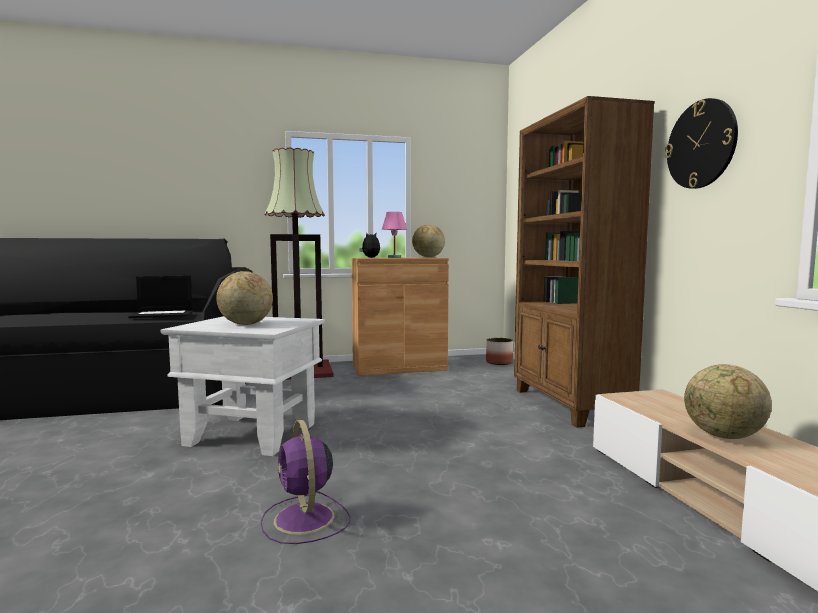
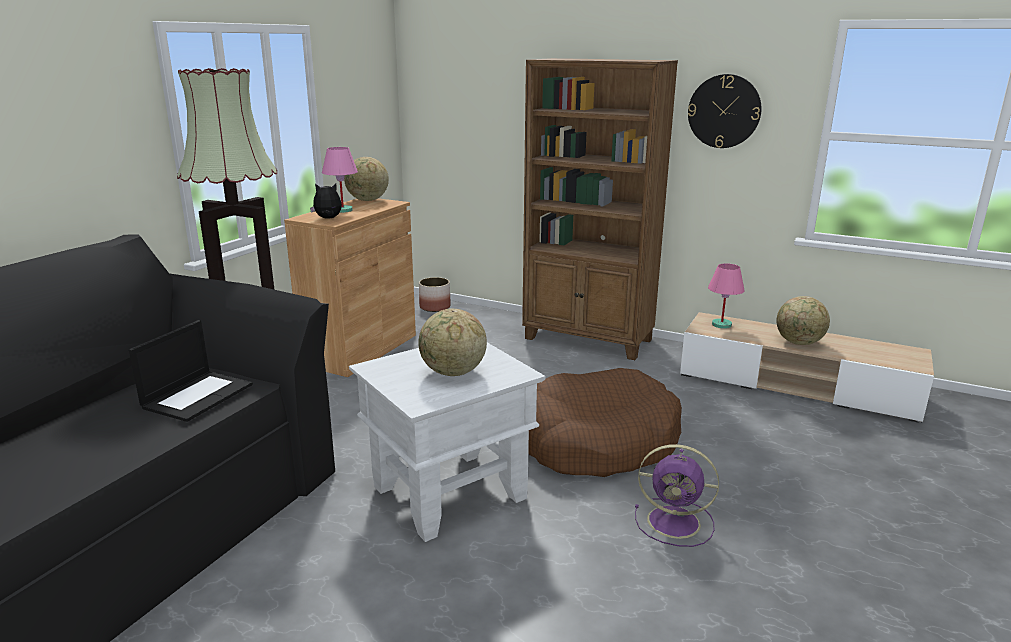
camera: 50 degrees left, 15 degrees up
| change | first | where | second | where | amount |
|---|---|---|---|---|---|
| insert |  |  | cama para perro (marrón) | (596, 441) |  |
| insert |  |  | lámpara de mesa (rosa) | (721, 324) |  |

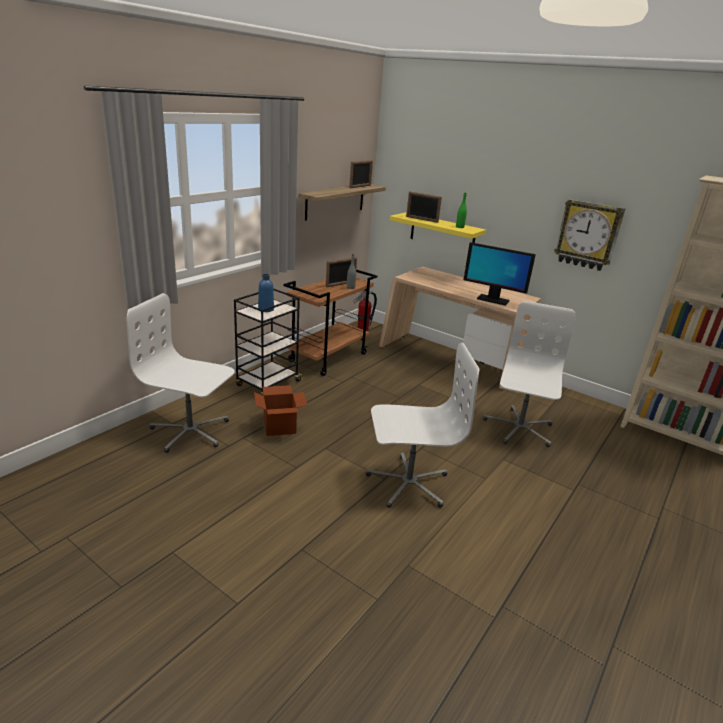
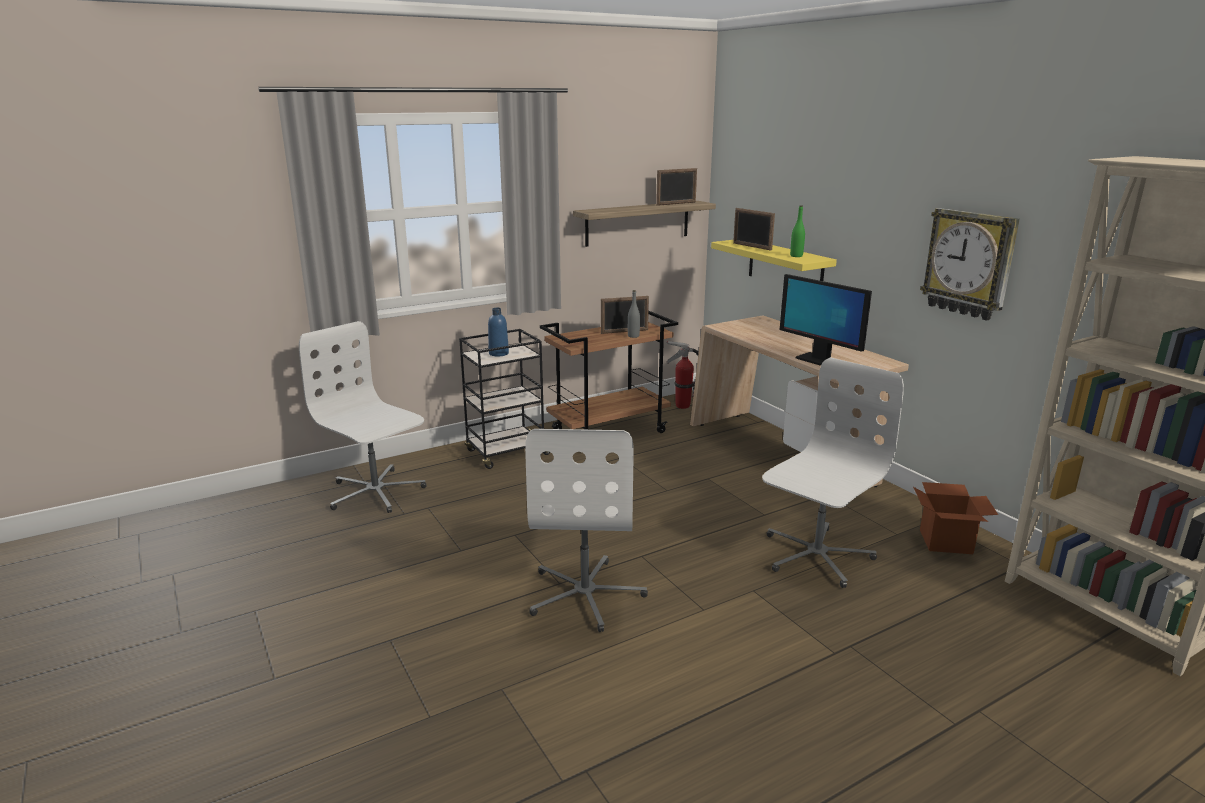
camera: 25 degrees right, 5 degrees down
| change | first | where | second | where | amount |
|---|---|---|---|---|---|
| move | caja de cartón | (279, 427) |  | (945, 542) |  |
| rotate | silla de oficina (blanco) | (408, 483) |  | (586, 594) | 75 degrees clockwise |

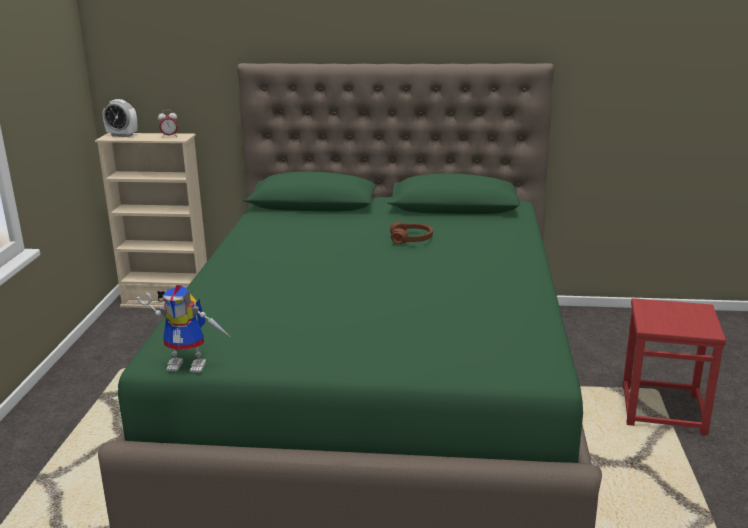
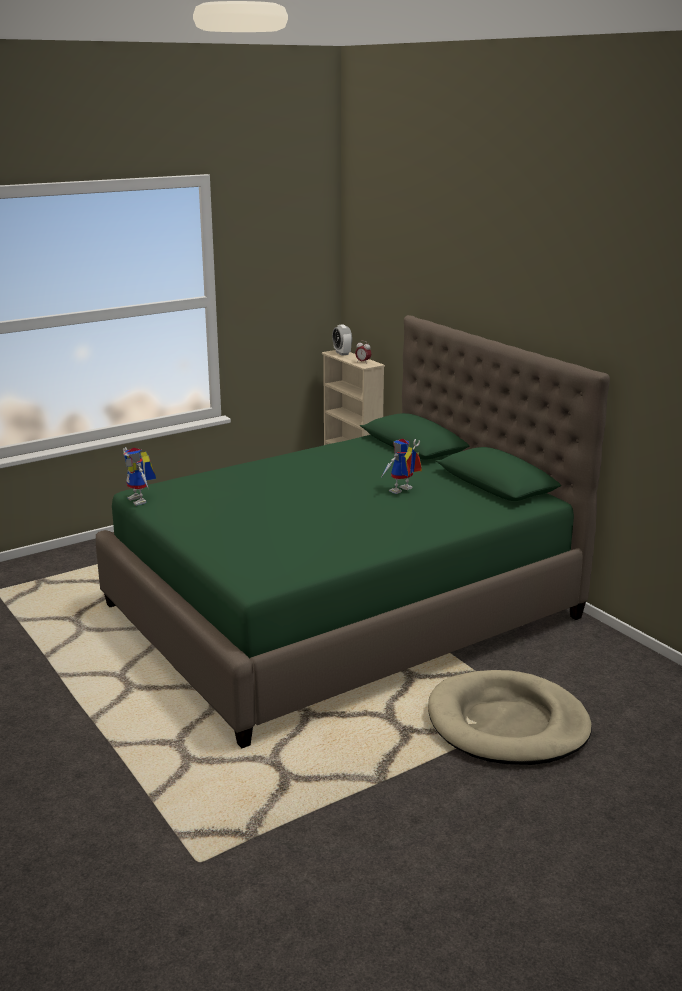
camera: 50 degrees right, 0 degrees up
| change | first | where | second | where | amount |
|---|---|---|---|---|---|
| replace | auriculares (marrón) | (411, 239) | robot de juguete | (402, 491) |  |
| replace | taburete (rojo) | (663, 409) | cama para perro (beis) | (507, 724) |  |

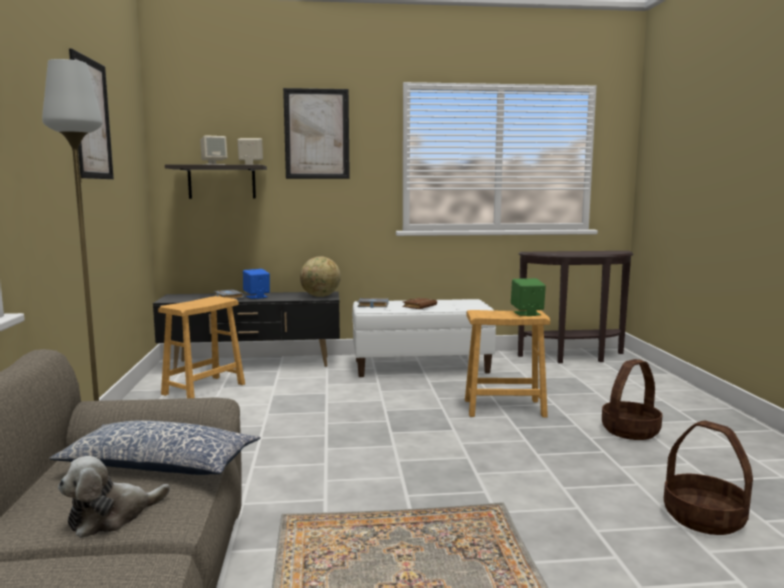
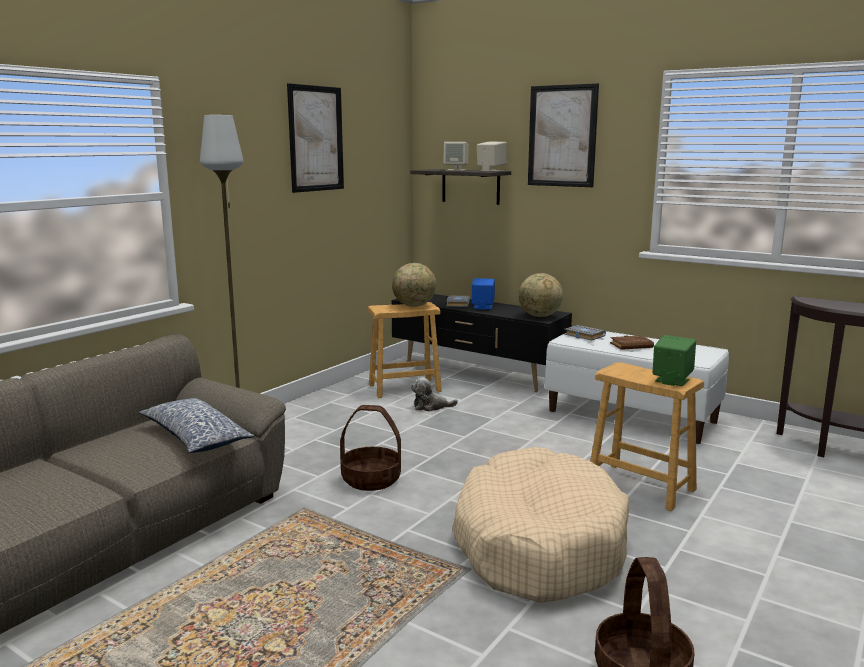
camera: 40 degrees right, 5 degrees up
| change | first | where | second | where | amount |
|---|---|---|---|---|---|
| move | peluche | (112, 517) |  | (431, 406) |  |
| move | cesta | (630, 431) |  | (371, 479) |  |
| insert |  |  | globo terráqueo | (414, 306) |  |
| insert |  |  | cama para perro (beis) | (538, 544) |  |

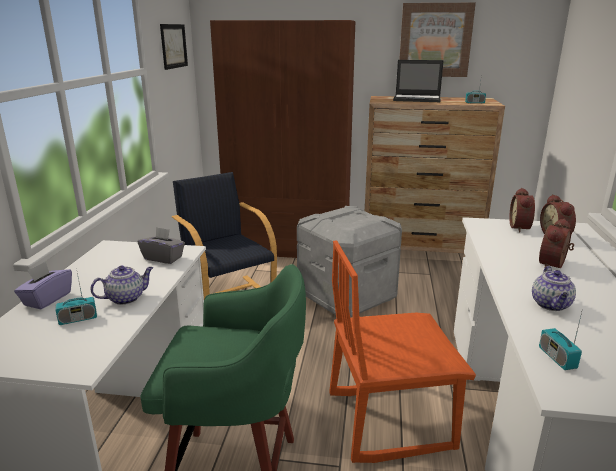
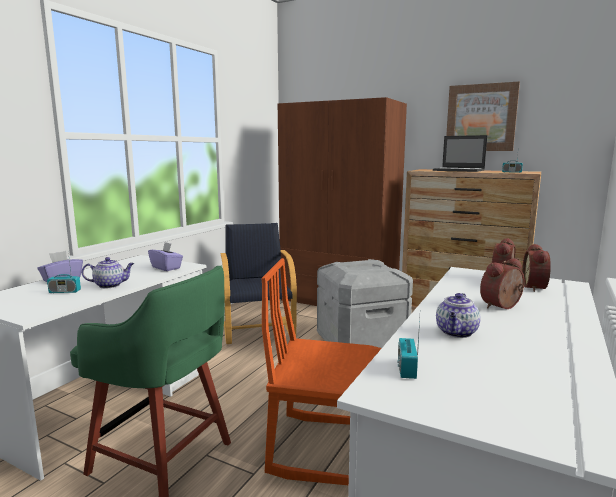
camera: 20 degrees right, 10 degrees down
| change | first | where | second | where | amount |
|---|---|---|---|---|---|
| recolor | caja de pañuelos (gris) | (163, 258) | caja de pañuelos (morado) | (166, 268) |  |
| delete | cuadro | (173, 46) |  |  |  |

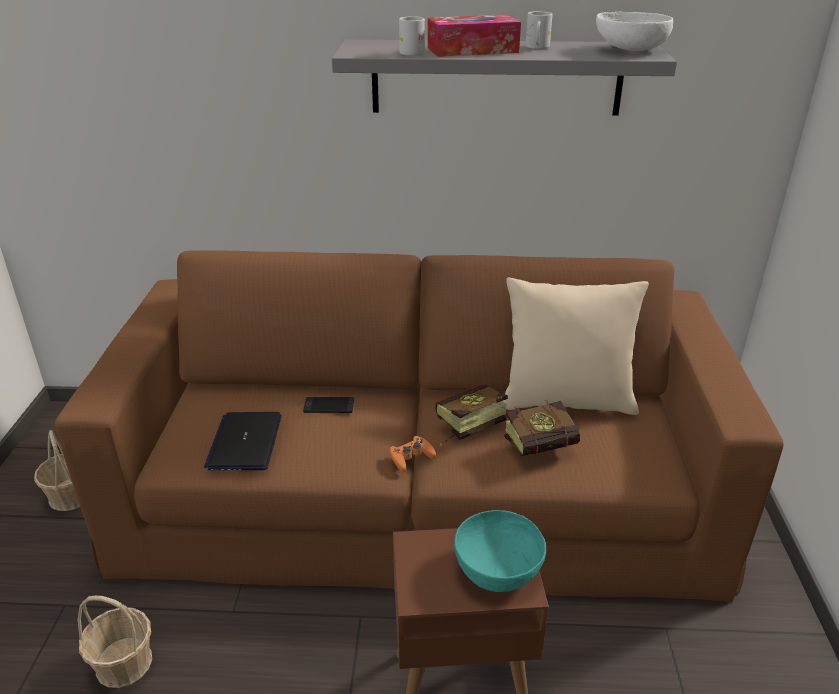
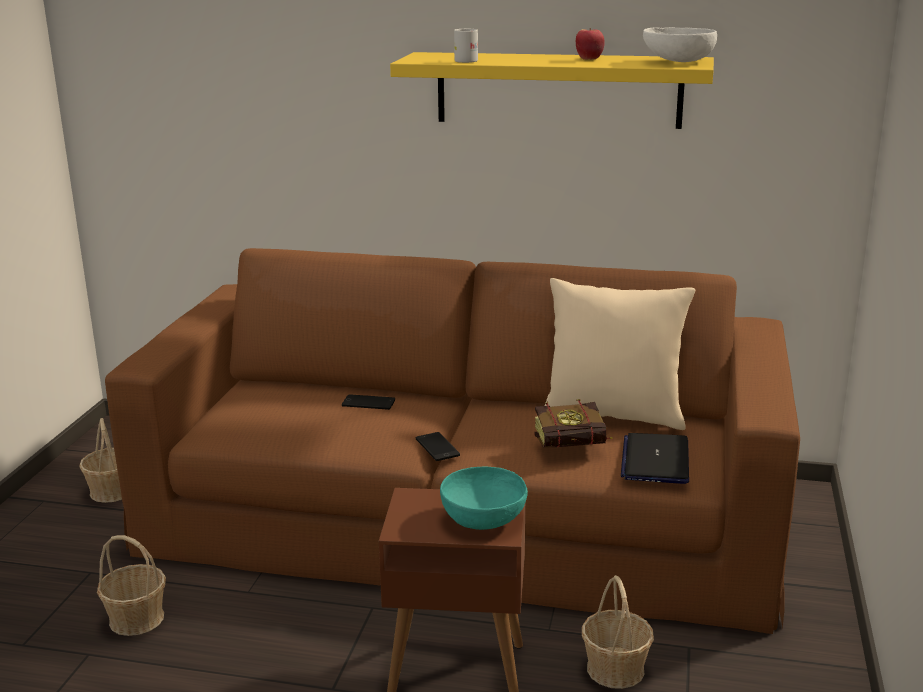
camera: 10 degrees right, 10 degrees down
| change | first | where | second | where | amount |
|---|---|---|---|---|---|
| move | portátil | (245, 442) |  | (655, 460) |  |
| recolor | estante (gris) | (496, 77) | estante (amarillo) | (558, 90) |  |
| replace | mando de consola (naranja) | (411, 457) | móvil | (437, 447) |  |
| delete | caja de pañuelos | (472, 50) |  |  |  |
| delete | libro | (464, 426) |  |  |  |
| replace | taza grande (blanco) | (537, 47) | manzana | (589, 59) |  |
| insert |  |  | cesta | (615, 669) |  |

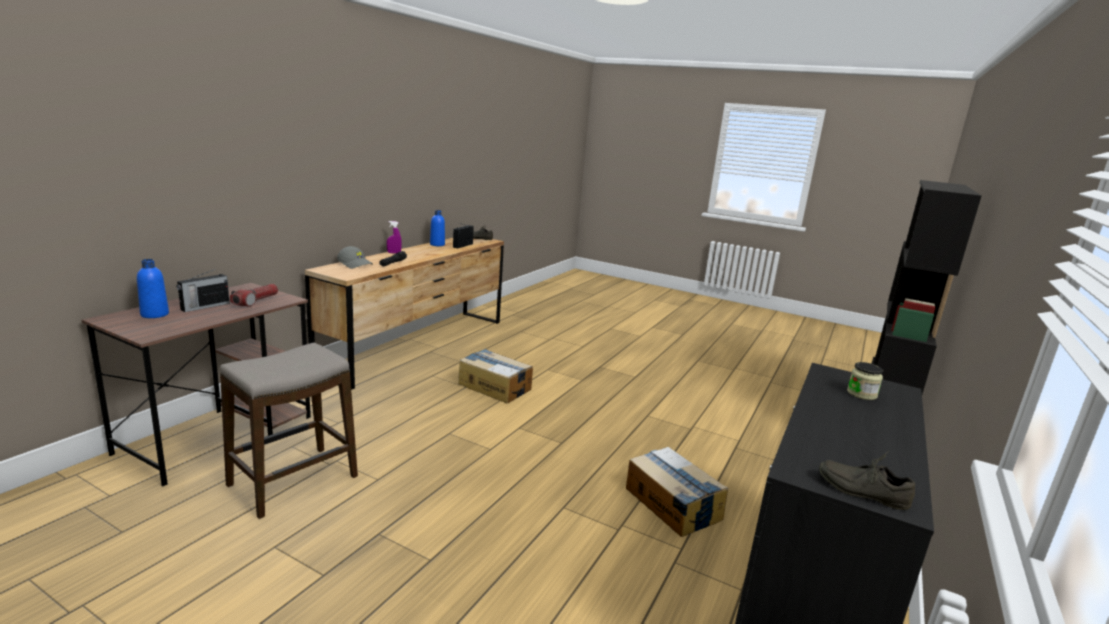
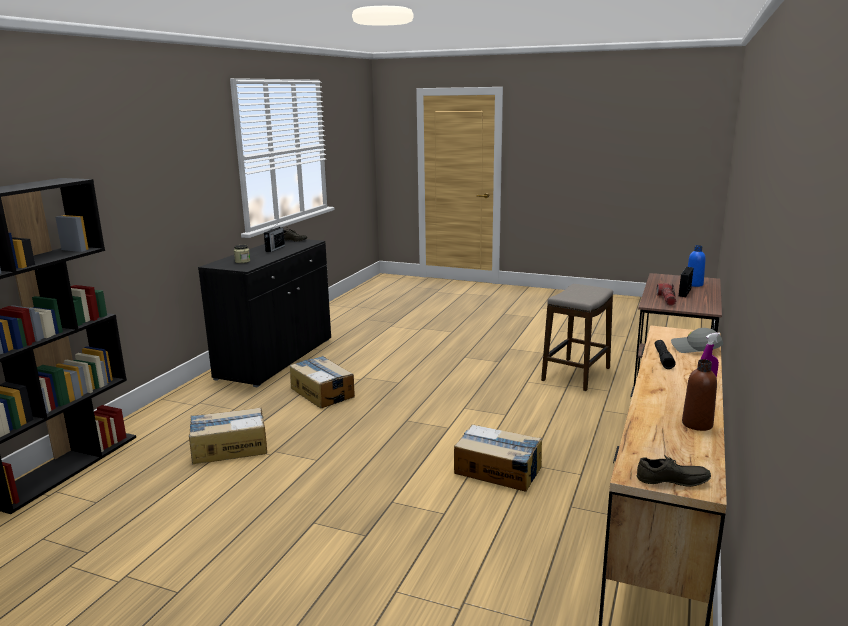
camera: 175 degrees right, 0 degrees up
| change | first | where | second | where | amount |
|---|---|---|---|---|---|
| recolor | botella (azul) | (437, 244) | botella (marrón) | (697, 424) |  |
| move | radio | (463, 245) |  | (275, 249) |  |
| insert |  |  | caja de cartón | (229, 447) |  |

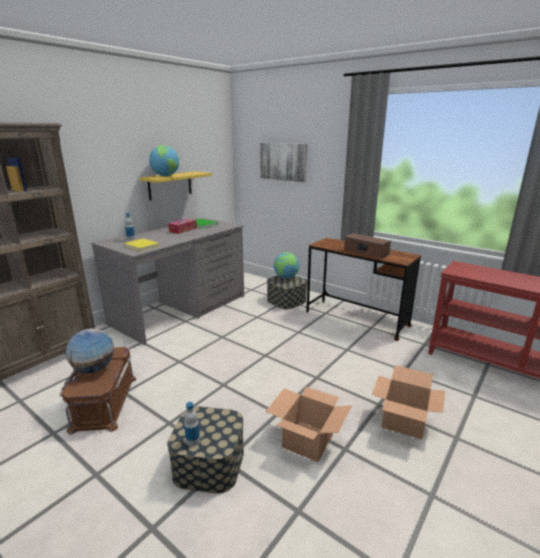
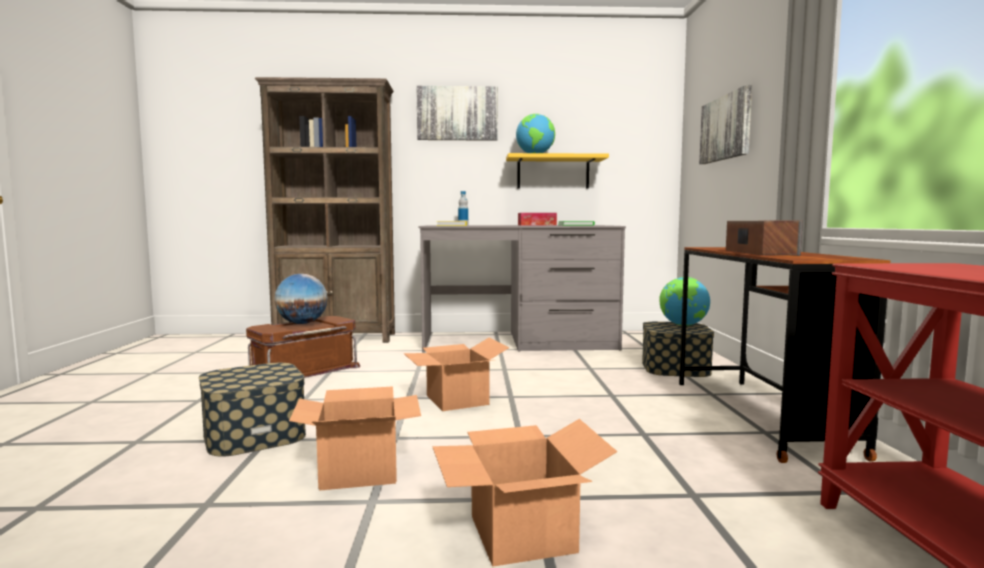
camera: 50 degrees right, 15 degrees down
| change | first | where | second | where | amount |
|---|---|---|---|---|---|
| delete | botella | (193, 441) |  |  |  |
| insert |  |  | caja de cartón | (458, 400) |  |
| insert |  |  | cuadro | (457, 113) |  |

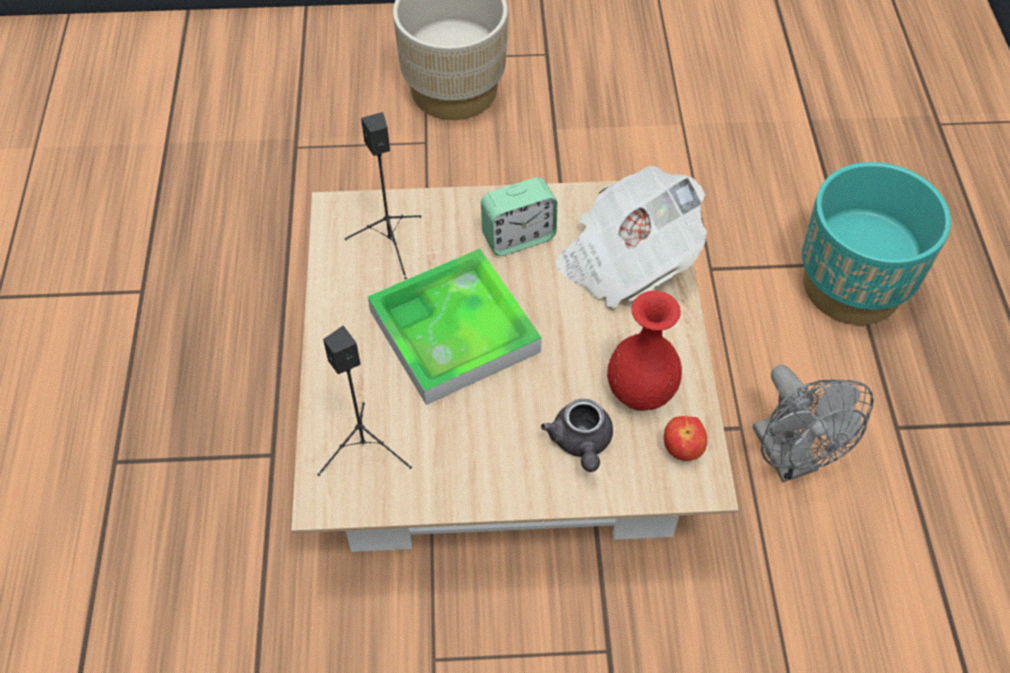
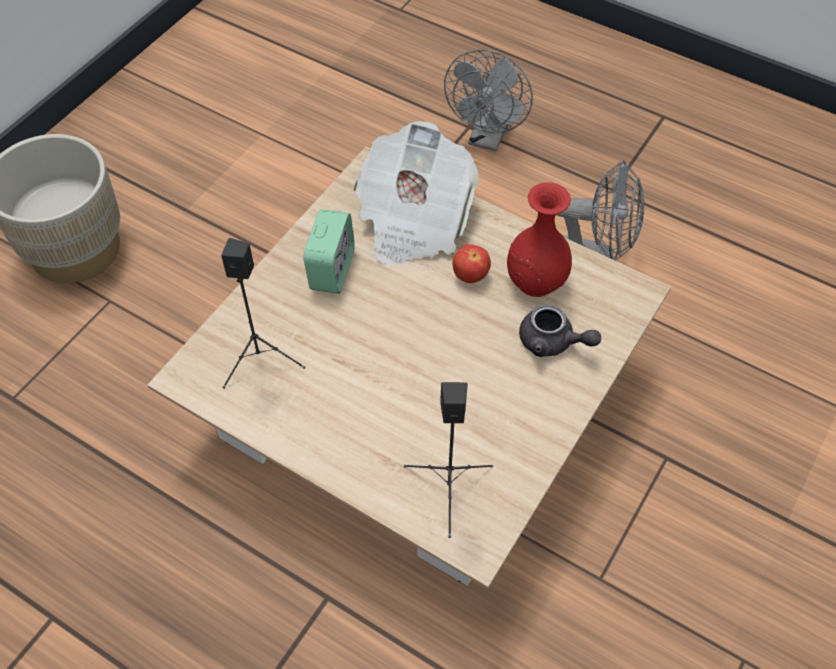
camera: 55 degrees left, 0 degrees up
| change | first | where | second | where | amount |
|---|---|---|---|---|---|
| delete | bandeja | (454, 331) |  |  |  |
| move | manzana | (682, 450) |  | (470, 276) |  |
| replace | maceta (turquesa) | (852, 286) | ventilador (gris) | (488, 138) |  |

